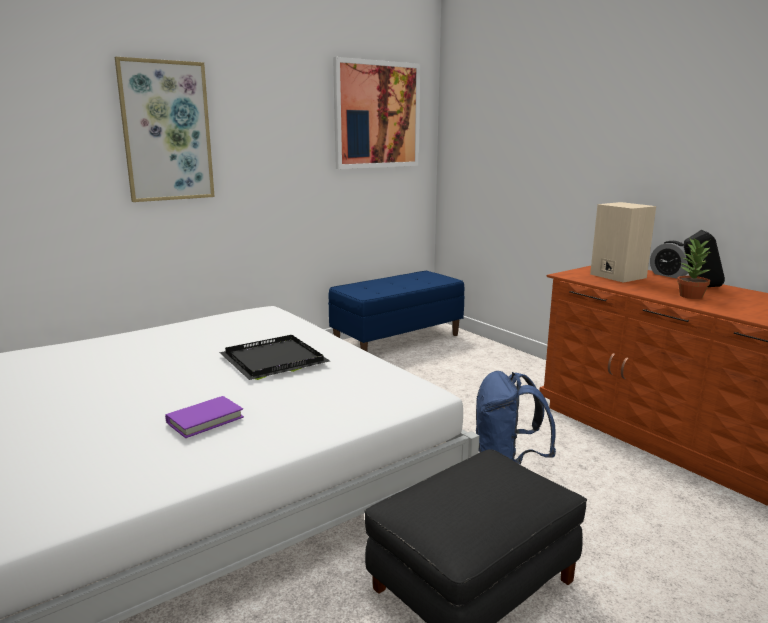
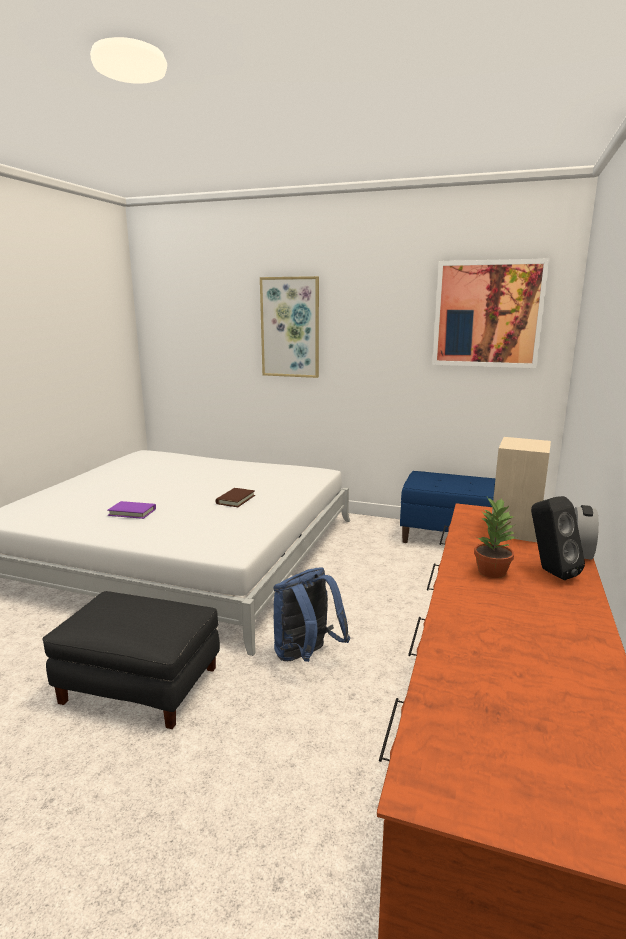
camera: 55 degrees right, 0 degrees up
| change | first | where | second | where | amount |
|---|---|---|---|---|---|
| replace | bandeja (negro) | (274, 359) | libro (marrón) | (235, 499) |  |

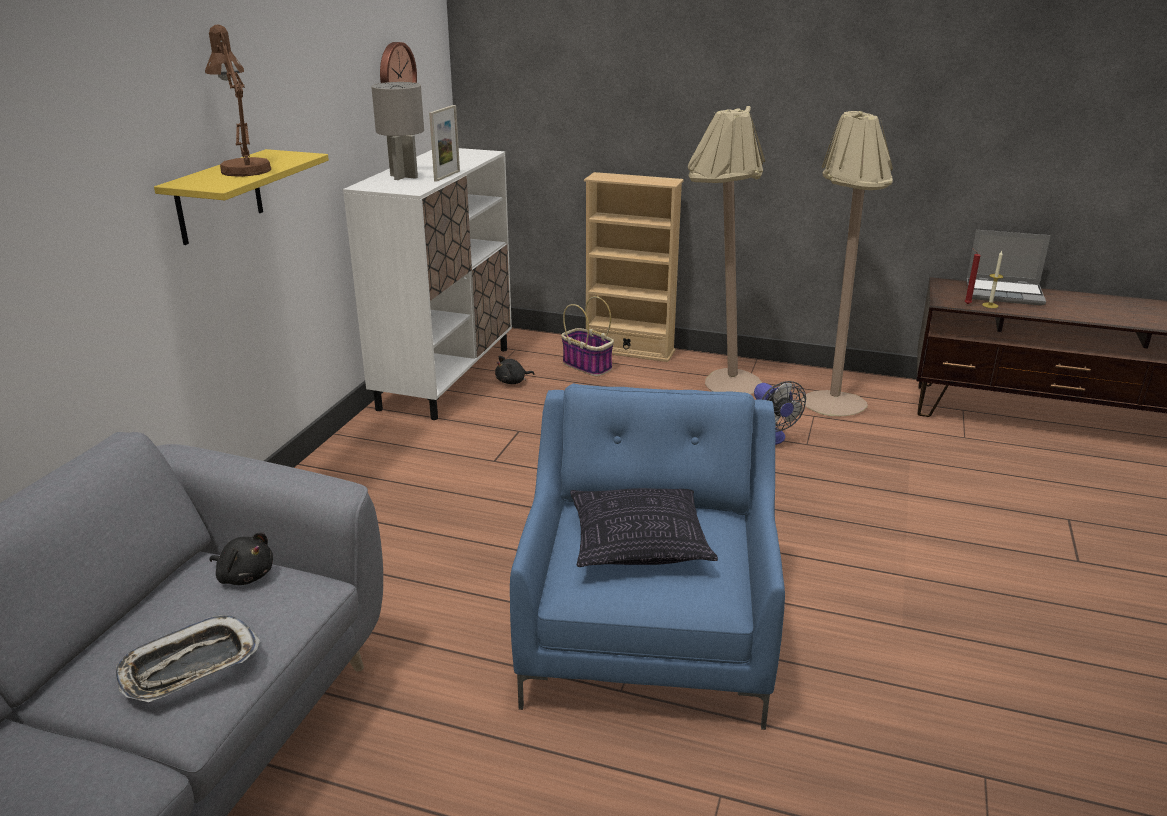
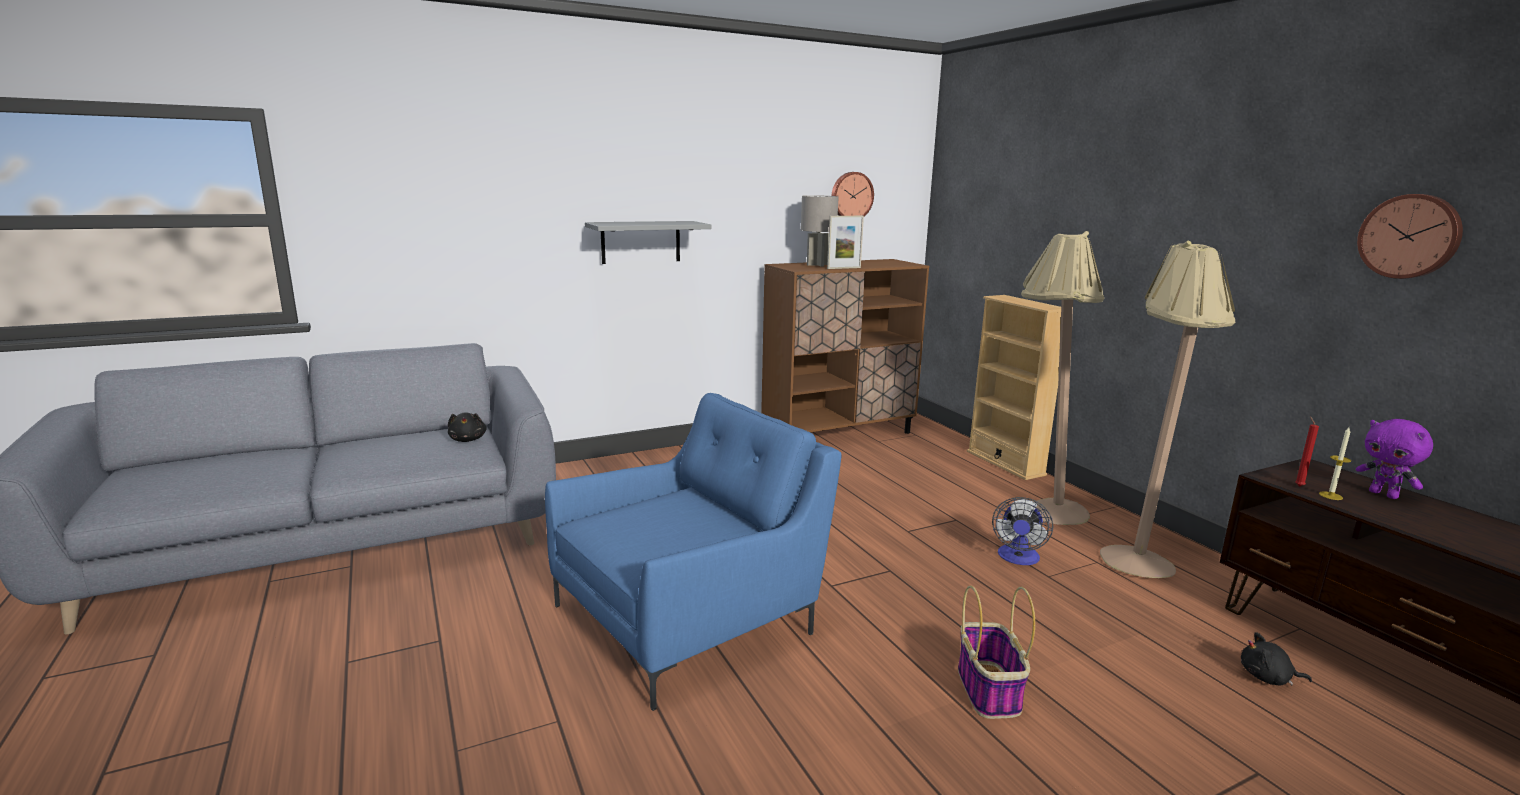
camera: 45 degrees right, 10 degrees down
| change | first | where | second | where | amount |
|---|---|---|---|---|---|
| delete | bandeja | (189, 667) |  |  |  |
| recolor | estante (amarillo) | (219, 197) | estante (gris) | (641, 242) |  |
| delete | lámpara de mesa (marrón) | (244, 168) |  |  |  |
| recolor | armario (blanco) | (446, 377) | armario (marrón) | (839, 434) |  |
| move | peluche (negro) | (512, 382) |  | (1268, 678) |  |
| move | cesta | (588, 366) |  | (989, 691) |  |
| delete | cojín | (639, 544) |  |  |  |
| replace | portátil | (1005, 293) | peluche (morado) | (1384, 494) |  |
| insert |  |  | reloj de pared | (1410, 236) |  |

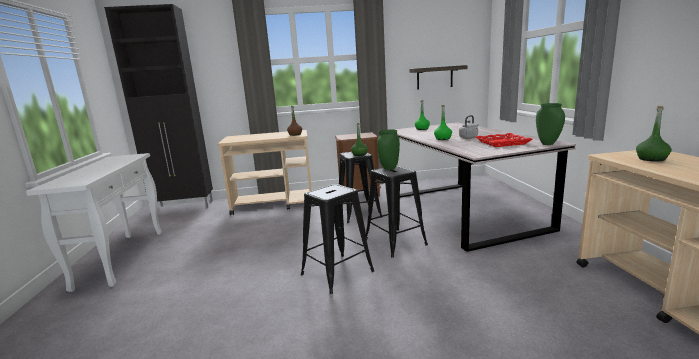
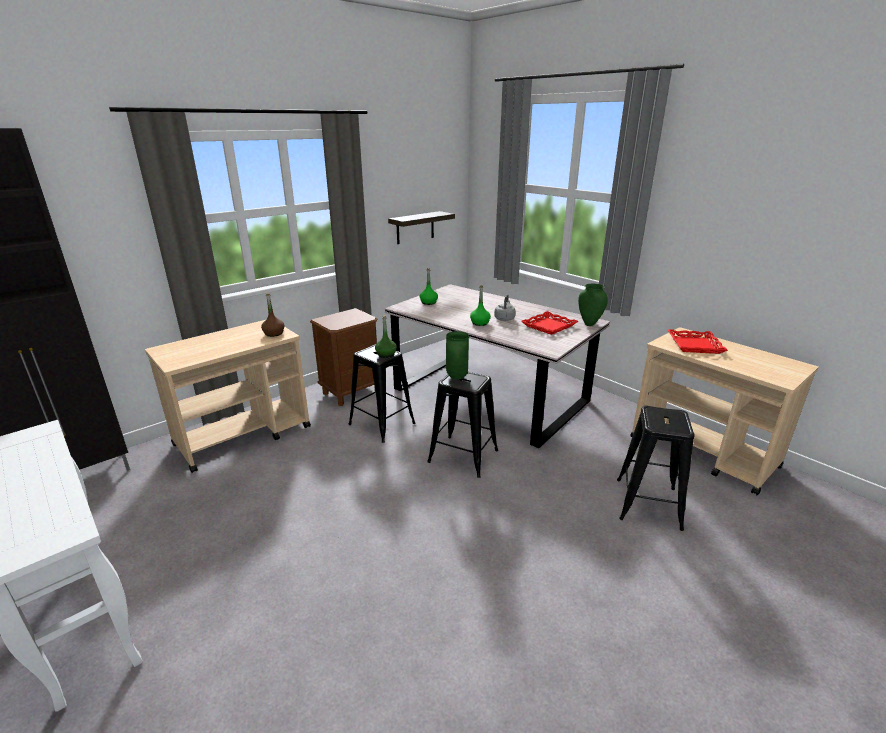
camera: 35 degrees left, 10 degrees up
| change | first | where | second | where | amount |
|---|---|---|---|---|---|
| move | taburete (negro) | (337, 272) |  | (648, 503) |  |
| replace | botella (verde) | (651, 159) | bandeja (rojo) | (695, 345) |  |

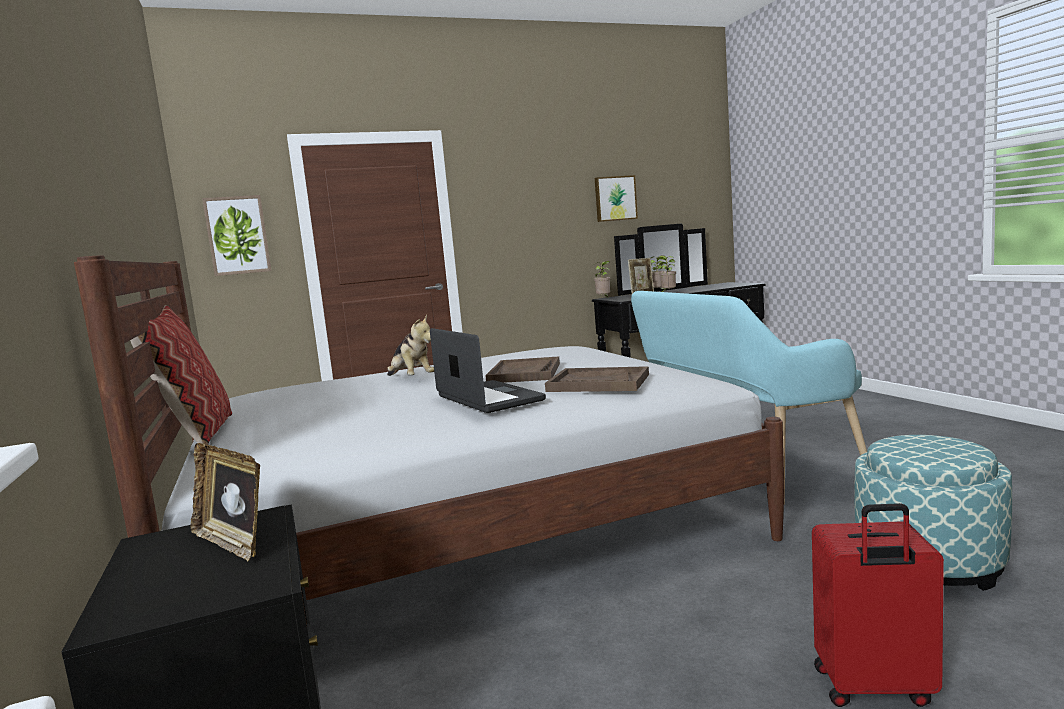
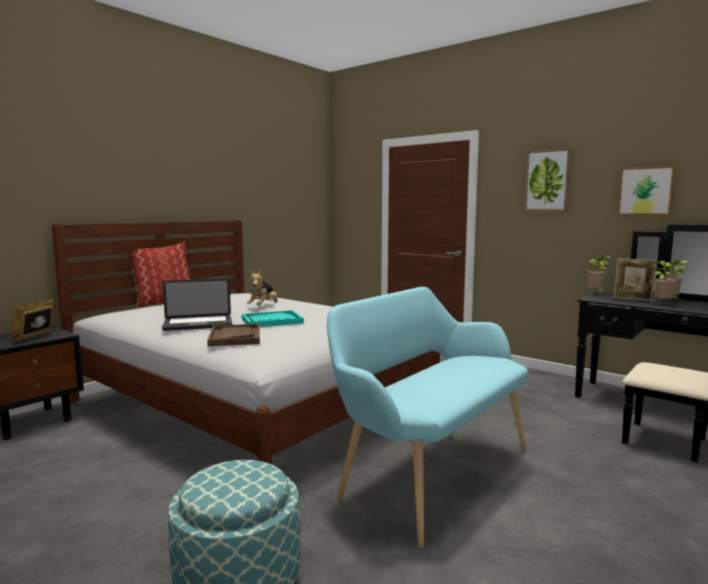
camera: 60 degrees right, 0 degrees up
| change | first | where | second | where | amount |
|---|---|---|---|---|---|
| move | cuadro | (237, 235) |  | (547, 180) |  |
| rotate | portátil | (489, 398) |  | (198, 324) | 45 degrees clockwise |
| recolor | bandeja (marrón) | (525, 373) | bandeja (turquesa) | (272, 321) |  |
| delete | maleta (rojo) | (874, 688) |  |  |  |

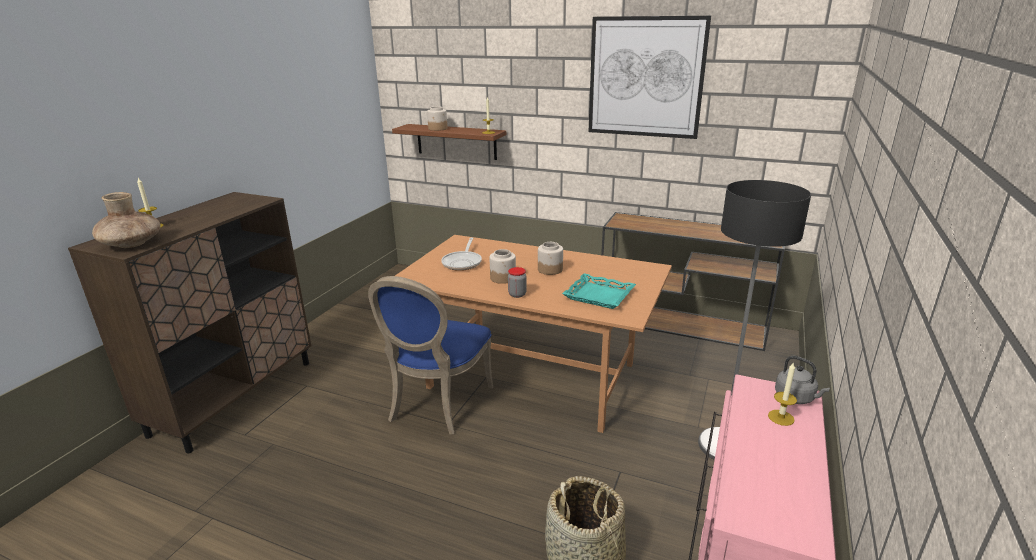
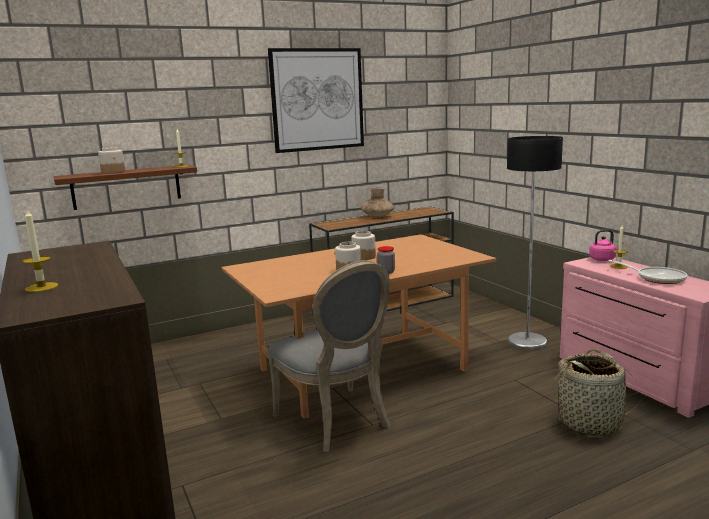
camera: 50 degrees left, 10 degrees down
| change | first | where | second | where | amount |
|---|---|---|---|---|---|
| move | florero (marrón) | (132, 244) |  | (377, 216) |  |
| recolor | silla (azul) | (436, 405) | silla (gris) | (337, 421) |  |
| move | sartén | (463, 262) |  | (657, 278) |  |
| delete | bandeja (turquesa) | (599, 295) |  |  |  |
| recolor | hervidor (gris) | (796, 398) | hervidor (rosa) | (603, 259) |  |

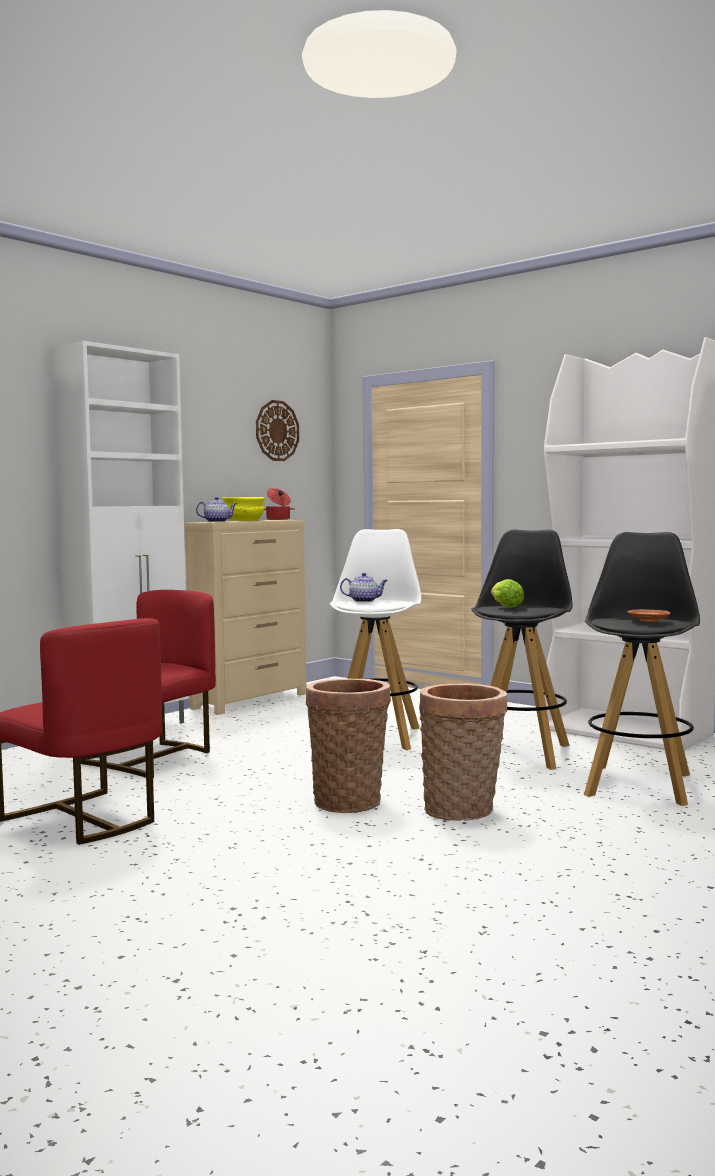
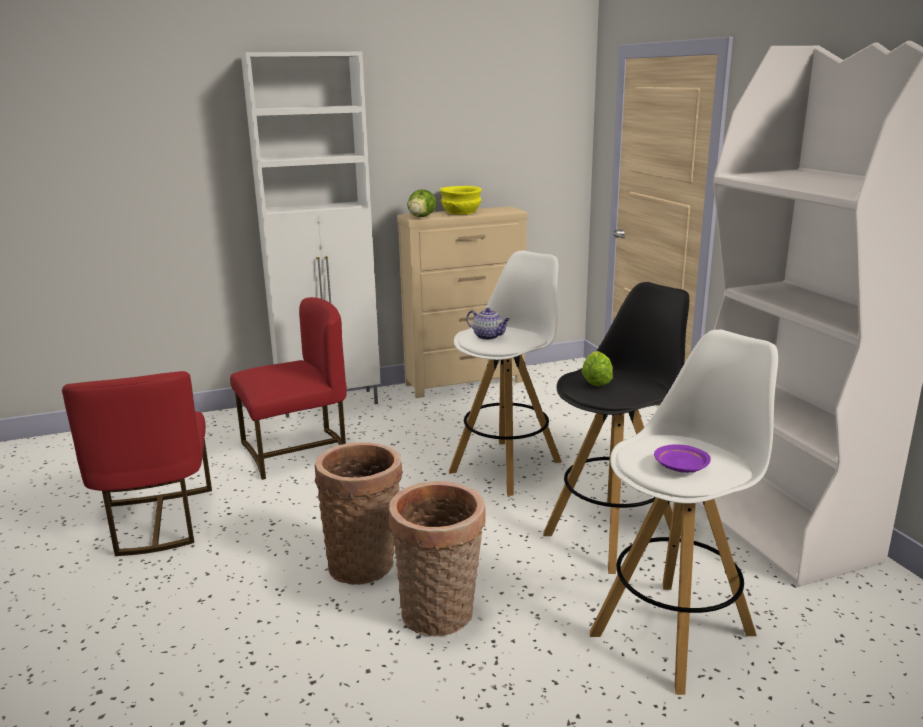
camera: 30 degrees right, 15 degrees up
| change | first | where | second | where | amount |
|---|---|---|---|---|---|
| replace | tetera | (217, 521) | lechuga | (421, 217) |  |
| delete | reloj de pared | (277, 430) |  |  |  |
| delete | olla | (278, 519) |  |  |  |
| recolor | taburete (negro) | (639, 784) | taburete (blanco) | (674, 633) |  |
| recolor | plato (marrón) | (648, 621) | plato (morado) | (680, 467) |  |

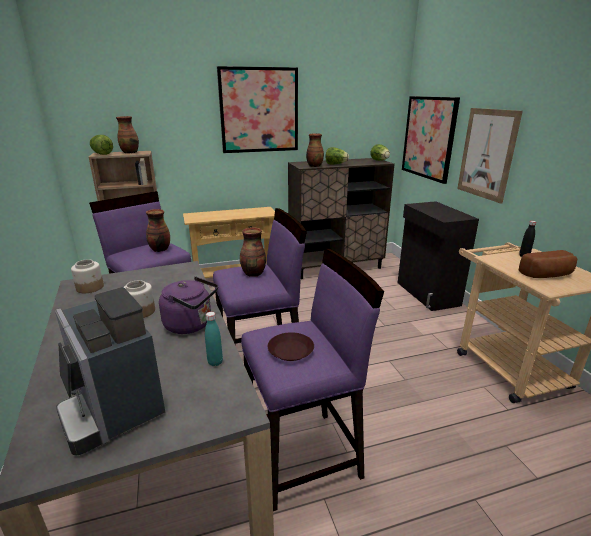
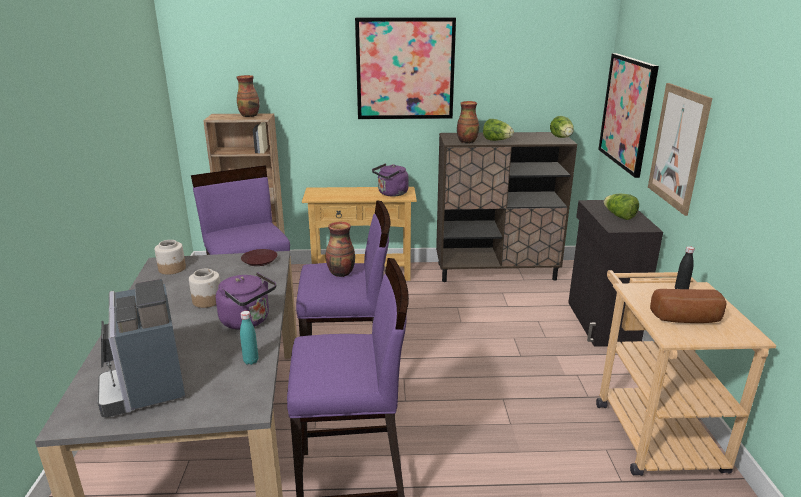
camera: 15 degrees right, 0 degrees up
| change | first | where | second | where | amount |
|---|---|---|---|---|---|
| move | lechuga | (101, 154) |  | (619, 216) |  |
| delete | florero | (159, 249) |  |  |  |
| move | plato (marrón) | (291, 351) |  | (259, 261) |  |
| insert |  |  | hervidor (morado) | (391, 194) |  |

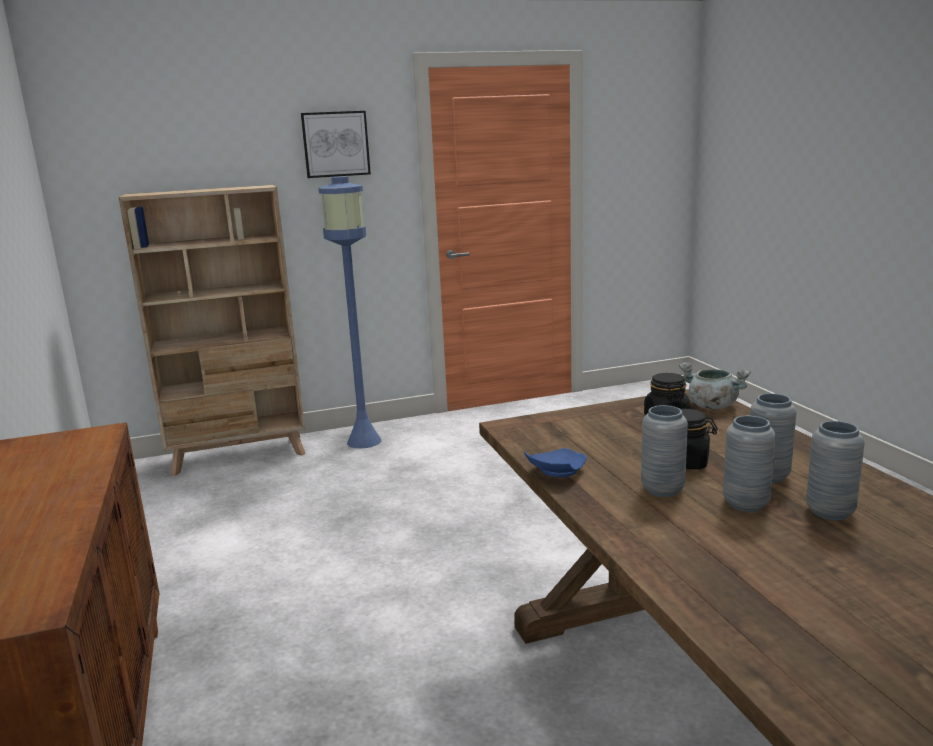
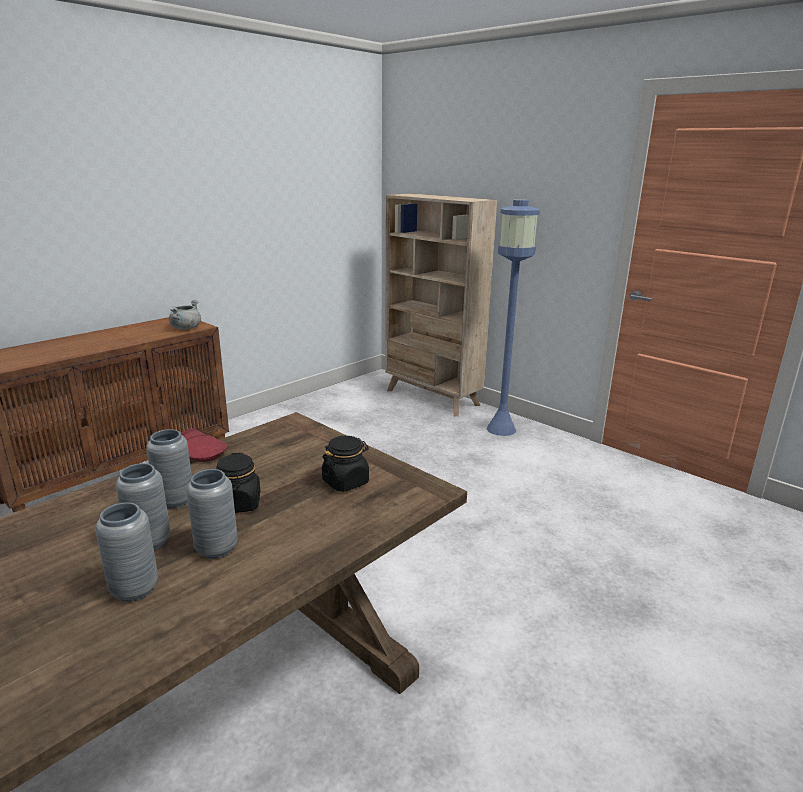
camera: 60 degrees right, 5 degrees up
| change | first | where | second | where | amount |
|---|---|---|---|---|---|
| delete | cuadro | (335, 144) |  |  |  |
| recolor | plato (azul) | (555, 472) | plato (rojo) | (202, 454) |  |
| move | olla (gris) | (711, 406) |  | (186, 328) |  |

